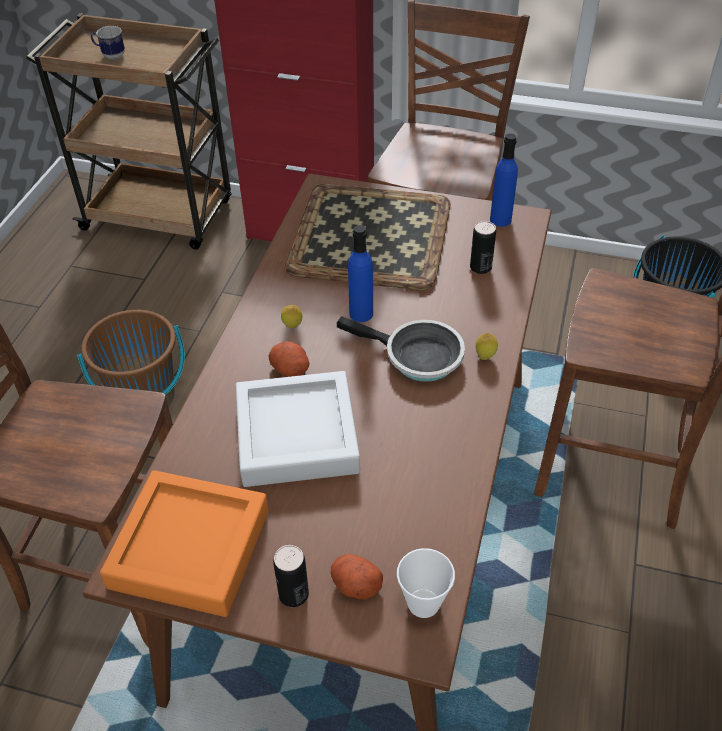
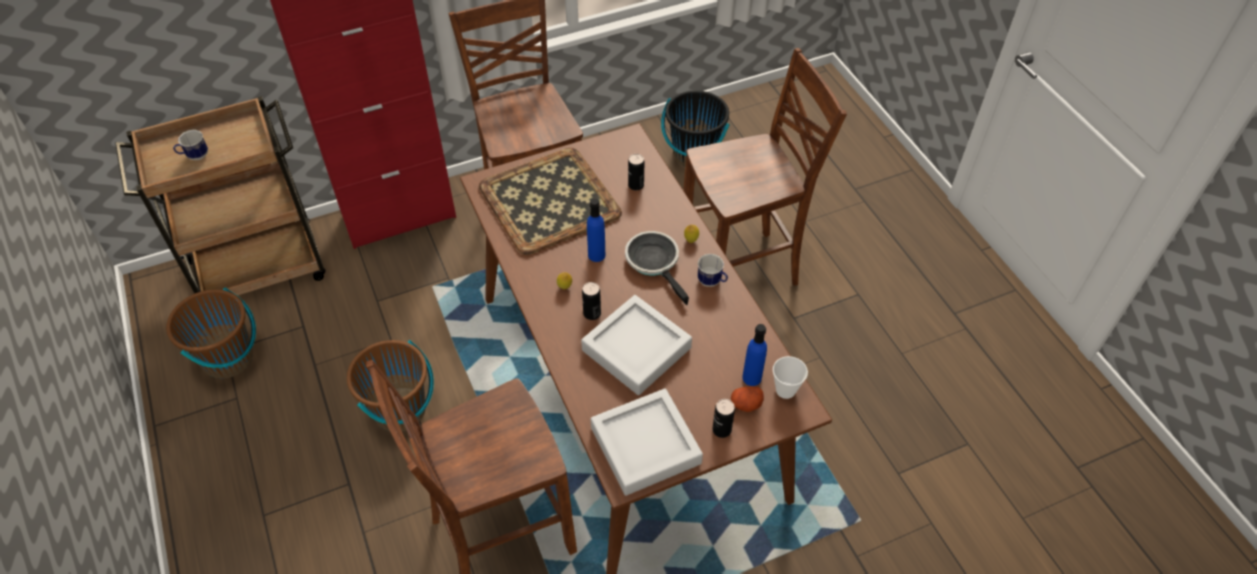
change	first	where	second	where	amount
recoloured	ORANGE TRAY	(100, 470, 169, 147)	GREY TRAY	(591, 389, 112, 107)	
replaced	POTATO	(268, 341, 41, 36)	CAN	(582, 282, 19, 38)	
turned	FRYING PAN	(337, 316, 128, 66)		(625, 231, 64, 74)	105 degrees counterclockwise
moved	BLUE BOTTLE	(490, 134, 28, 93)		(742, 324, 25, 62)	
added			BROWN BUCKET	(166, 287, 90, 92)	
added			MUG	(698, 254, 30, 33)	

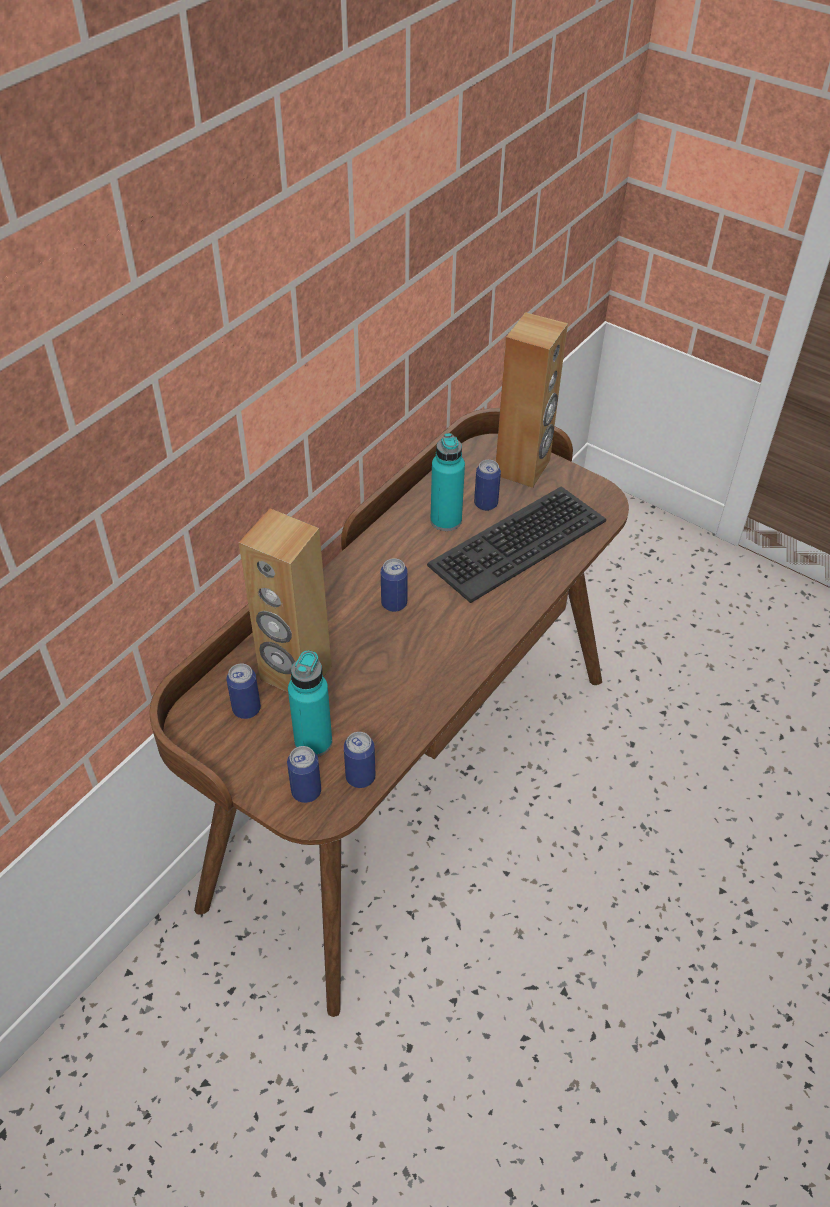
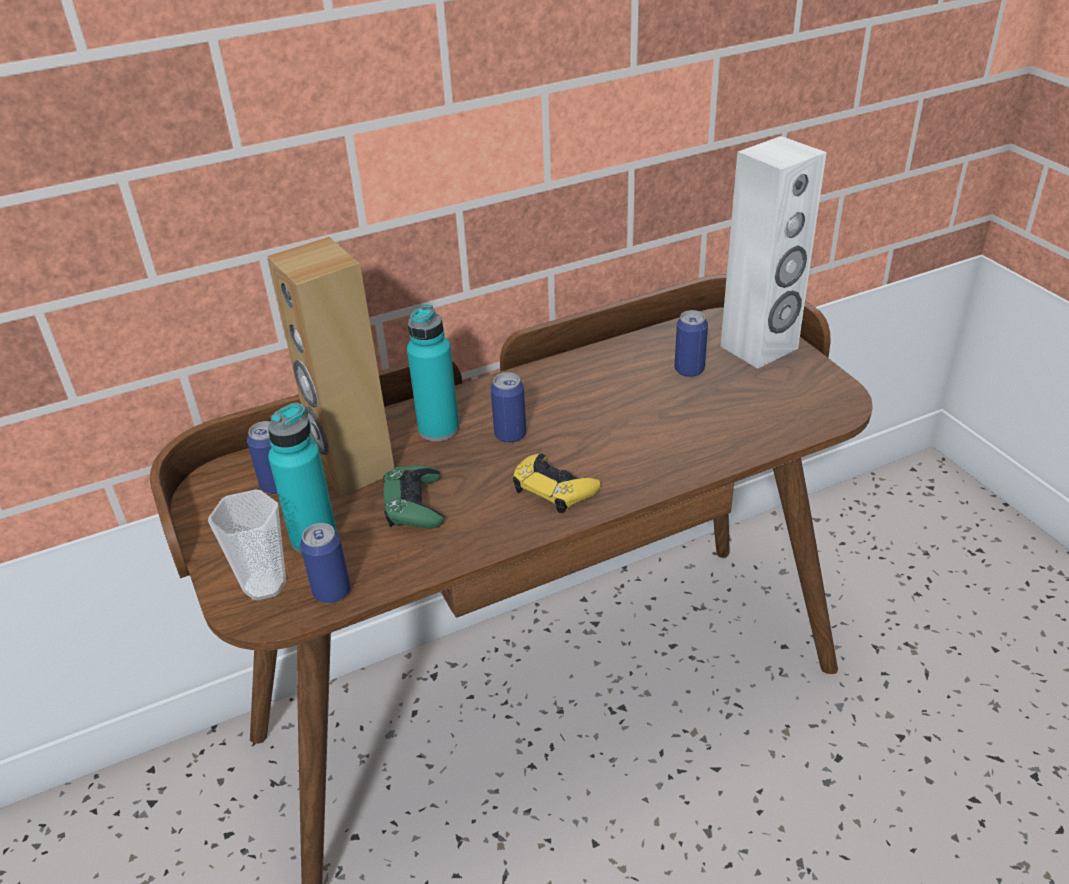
change	first	where	second	where	amount
replaced	CAN	(287, 746, 34, 57)	CUP	(208, 490, 78, 110)	
removed	KEYBOARD	(427, 486, 179, 117)			
moved	TURQUOISE BOTTLE	(430, 433, 35, 98)		(407, 304, 52, 137)	
recoloured	BROWN SPEAKER	(496, 312, 72, 176)	WHITE SPEAKER	(720, 136, 106, 233)	
added			GREEN GAME CONTROLLER	(383, 465, 62, 63)	
added			YELLOW GAME CONTROLLER	(513, 454, 88, 59)	

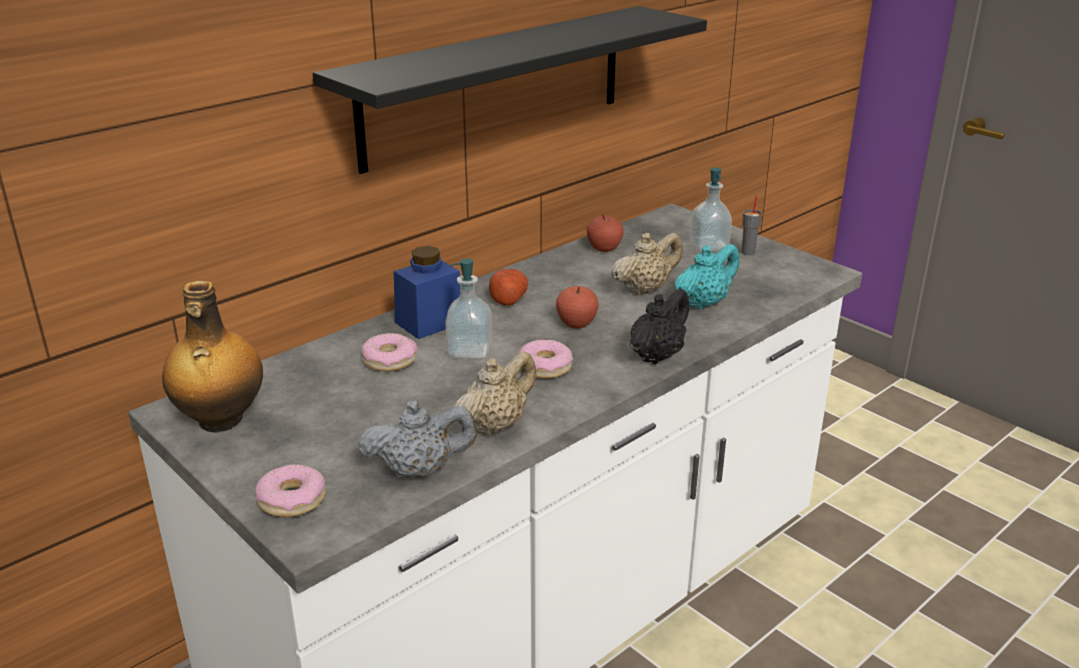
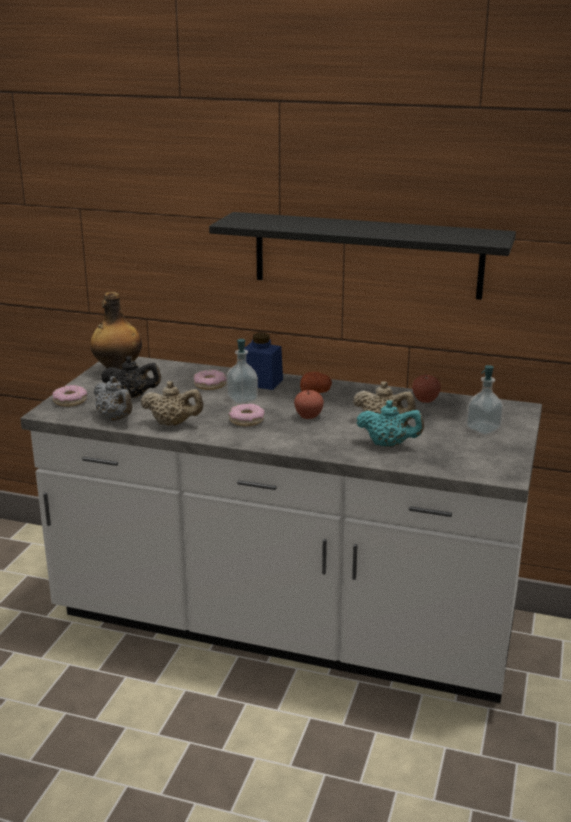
change	first	where	second	where	amount
moved	BLACK TEAPOT	(630, 289, 59, 75)		(101, 356, 60, 42)	
removed	GREY CUP	(741, 196, 21, 59)			

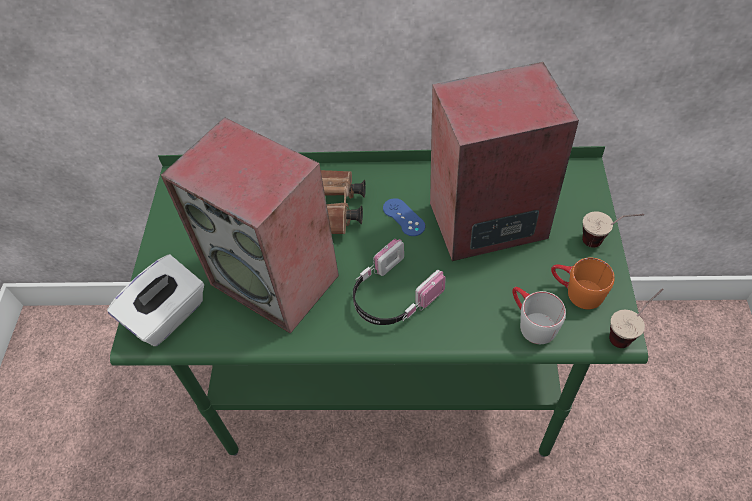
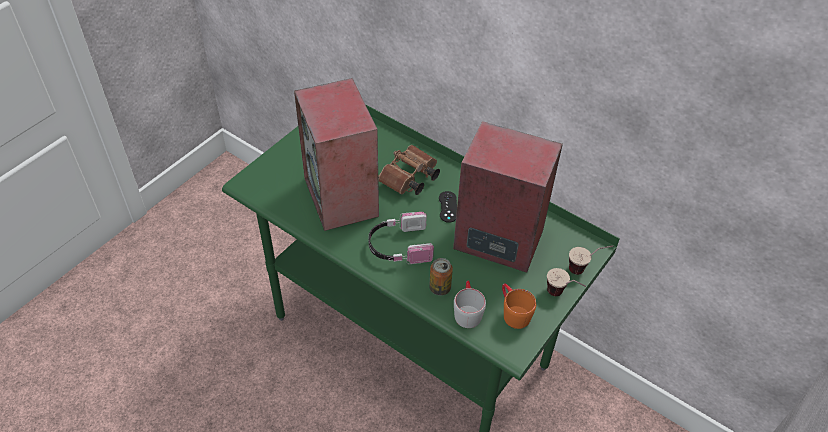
change	first	where	second	where	amount
removed	WHITE TISSUE BOX	(107, 254, 97, 92)			
recoloured	BLUE GAME CONTROLLER	(383, 198, 42, 38)	BLACK GAME CONTROLLER	(439, 191, 18, 32)	
moved	CUP	(609, 288, 55, 60)		(569, 246, 44, 29)	
added			CAN	(429, 258, 24, 37)	

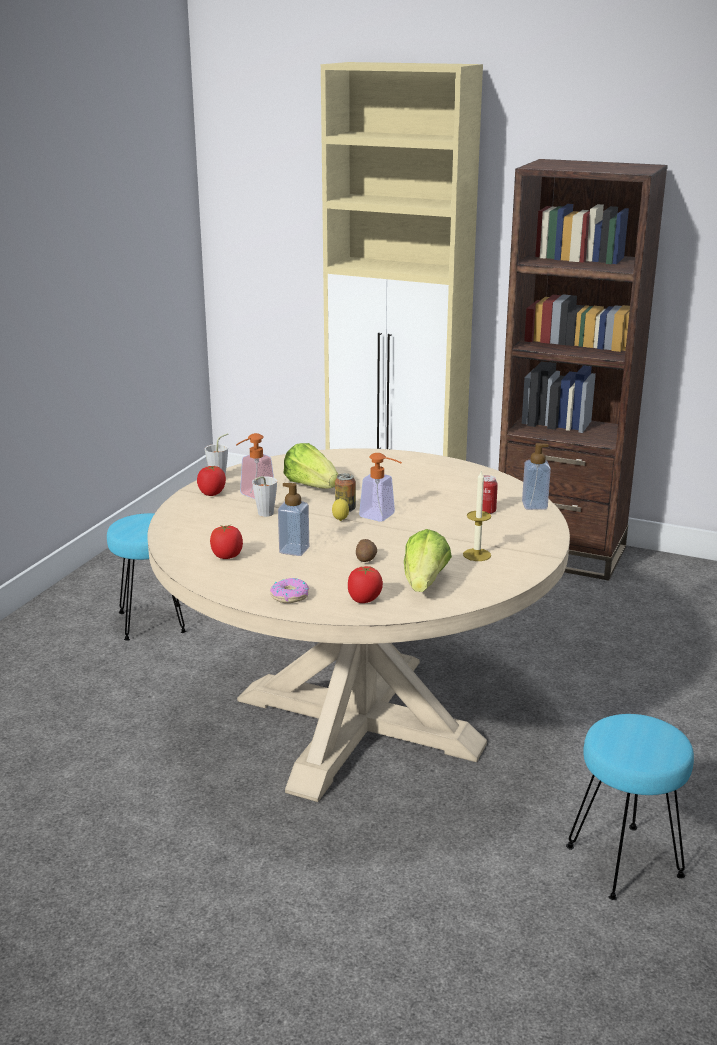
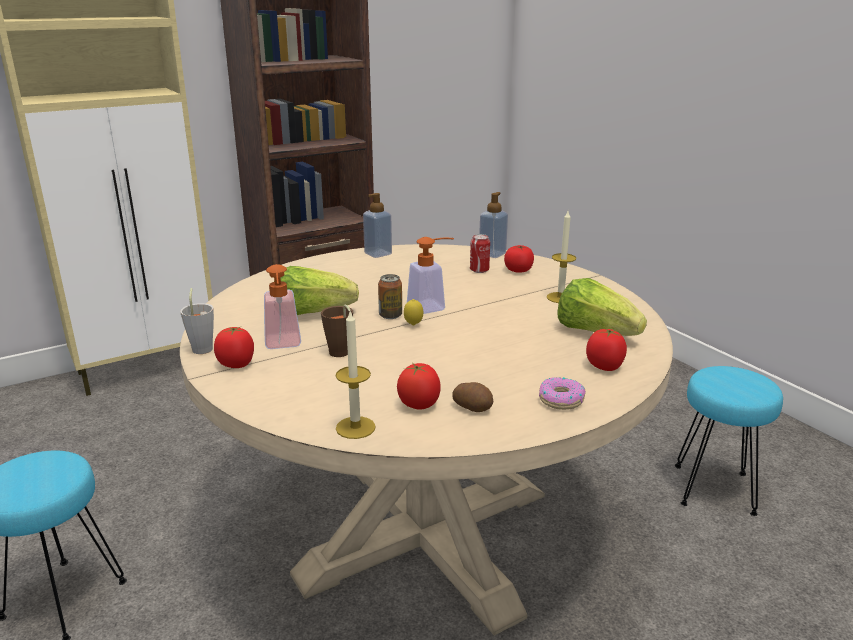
change	first	where	second	where	amount
recoloured	GREY CUP	(252, 476, 25, 41)	BROWN CUP	(321, 305, 32, 52)	
moved	SOAP DISPENSER	(278, 483, 31, 73)		(363, 193, 29, 65)	
moved	POTATO	(356, 539, 21, 23)		(452, 382, 41, 30)	
added			CANDLE	(336, 311, 40, 128)	
added			TOMATO	(504, 245, 30, 28)	

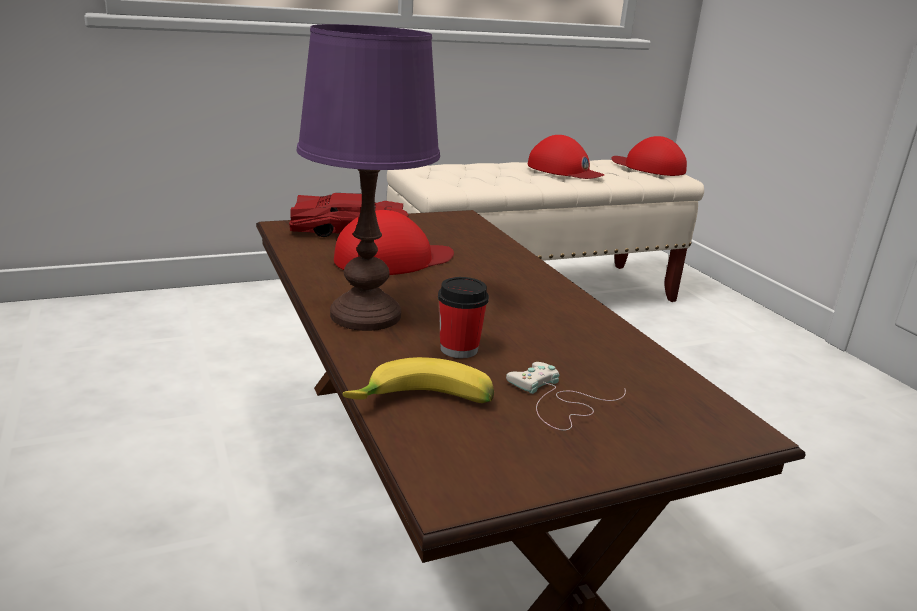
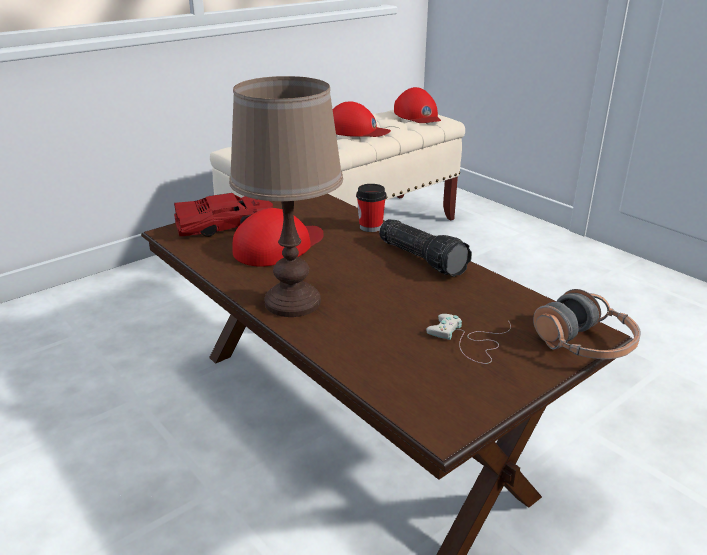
change	first	where	second	where	amount
recoloured	PURPLE TABLE LAMP	(297, 24, 143, 307)	BROWN TABLE LAMP	(229, 76, 114, 241)	
removed	BANANA	(343, 357, 151, 46)			
moved	CUP	(438, 277, 51, 81)		(356, 184, 30, 48)	
turned	RED CAP	(611, 136, 76, 40)		(394, 87, 47, 36)	135 degrees counterclockwise
added			FLASHLIGHT	(379, 219, 93, 57)	
added			HEADPHONES	(533, 289, 108, 70)	

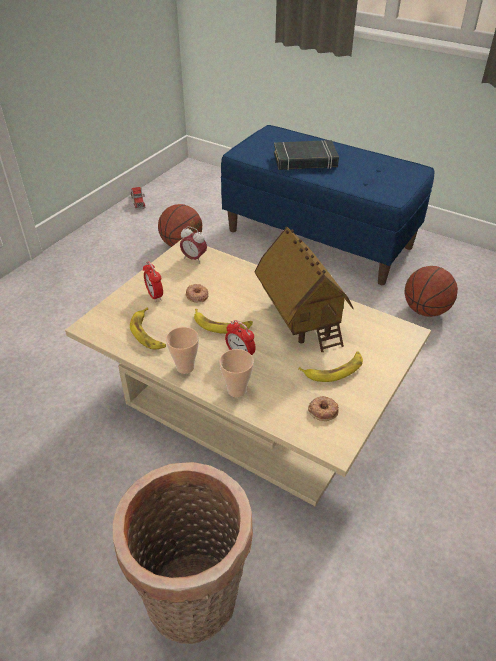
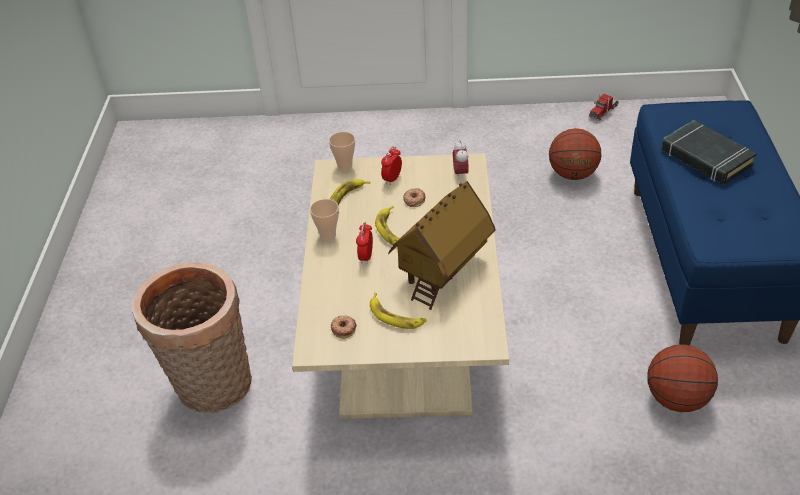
change	first	where	second	where	amount
moved	CUP	(219, 349, 35, 48)		(329, 132, 26, 39)	

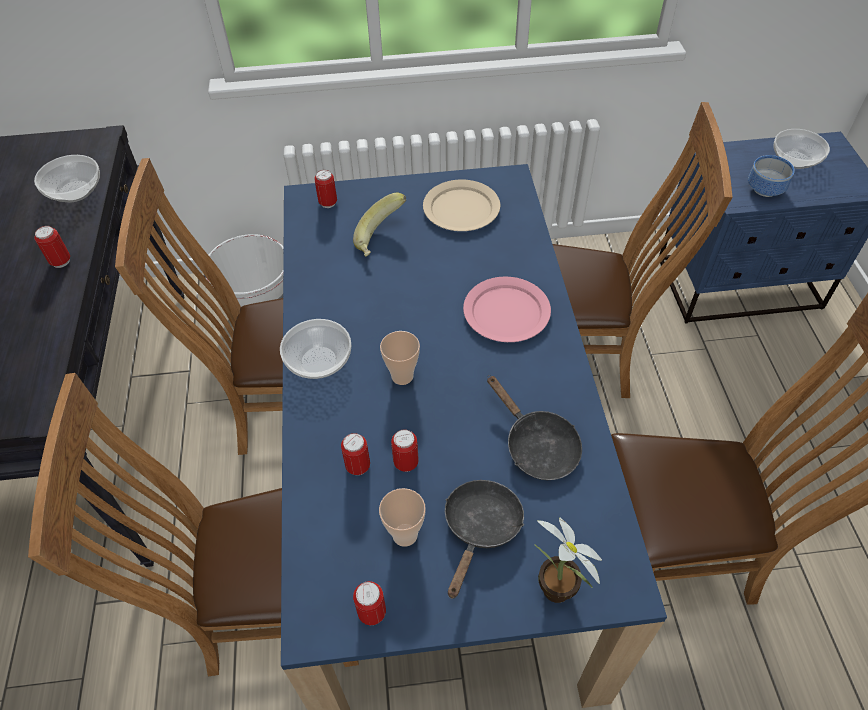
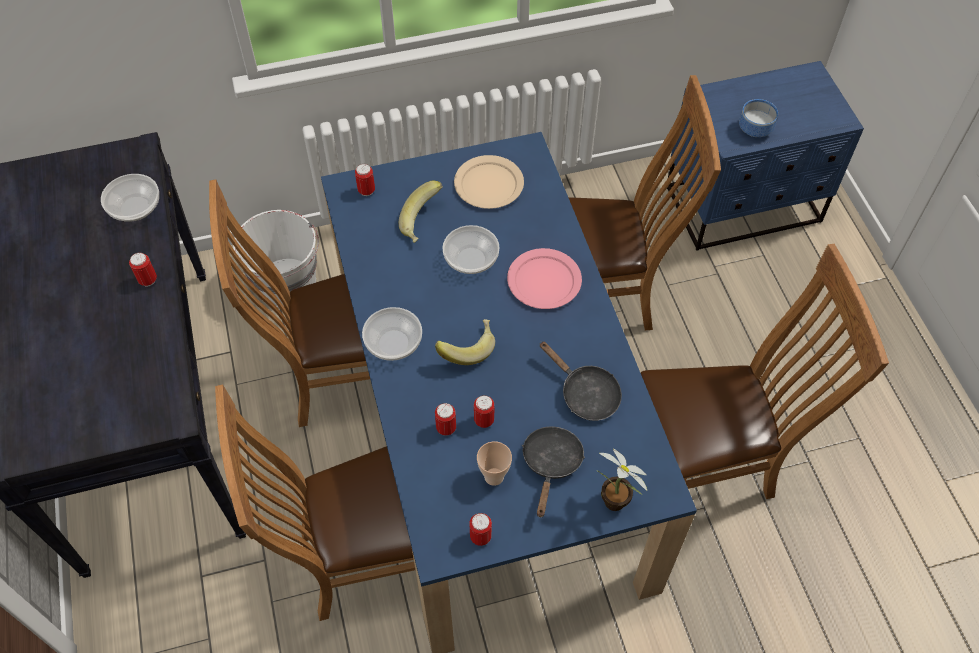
change	first	where	second	where	amount
replaced	CUP	(380, 331, 40, 54)	BANANA	(435, 319, 60, 46)	
moved	BOWL	(774, 129, 56, 40)		(442, 225, 57, 49)	

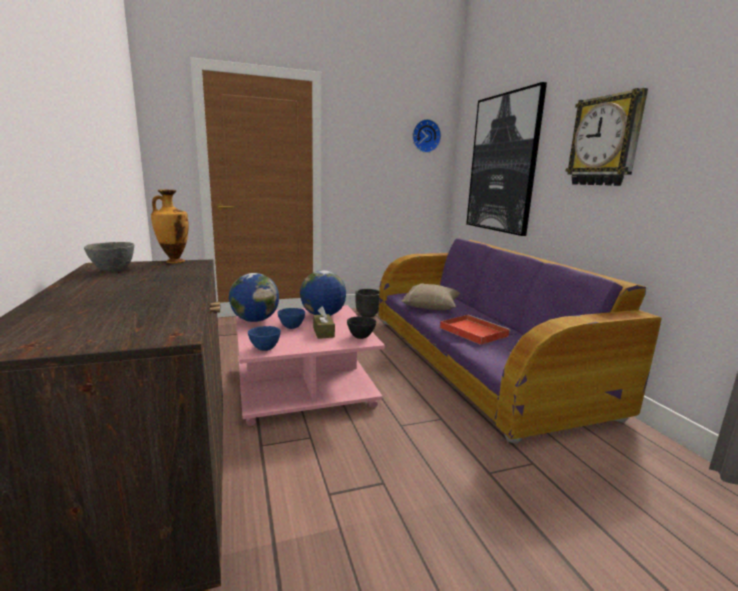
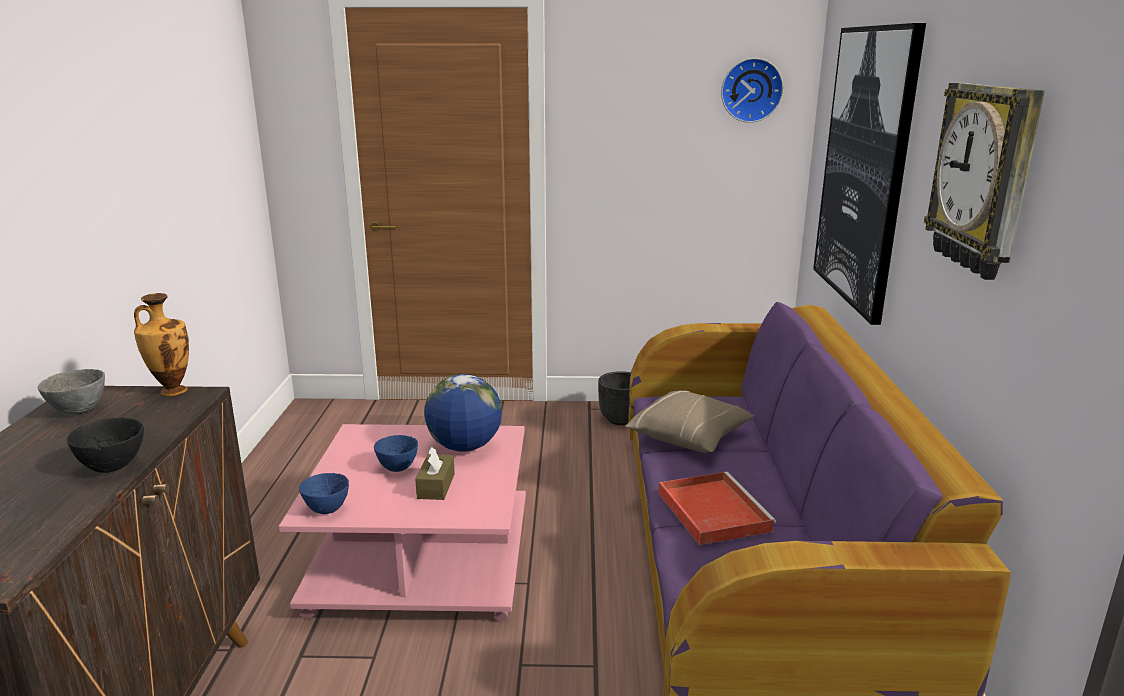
change	first	where	second	where	amount
removed	GLOBE	(229, 273, 50, 49)			
moved	BLACK BOWL	(347, 316, 29, 23)		(67, 418, 77, 55)	

